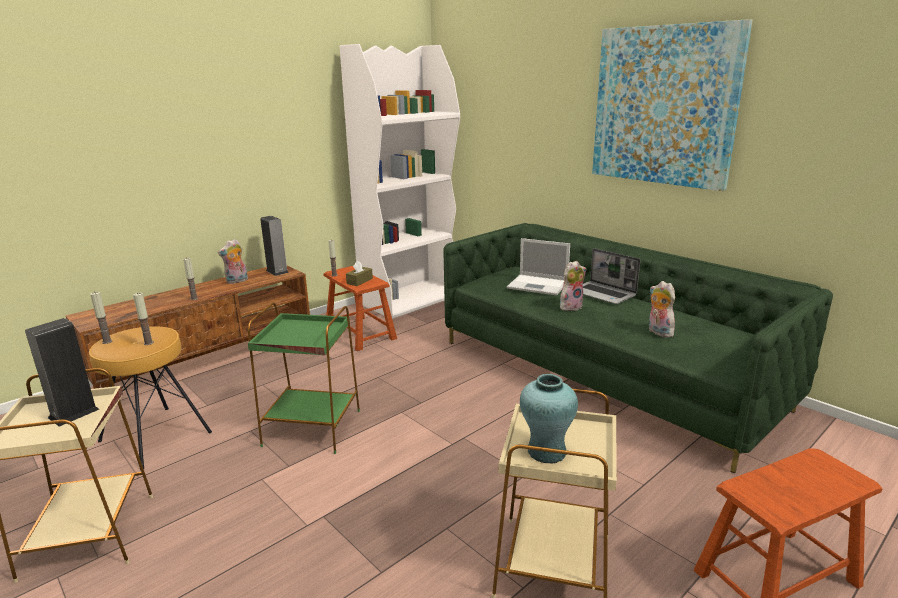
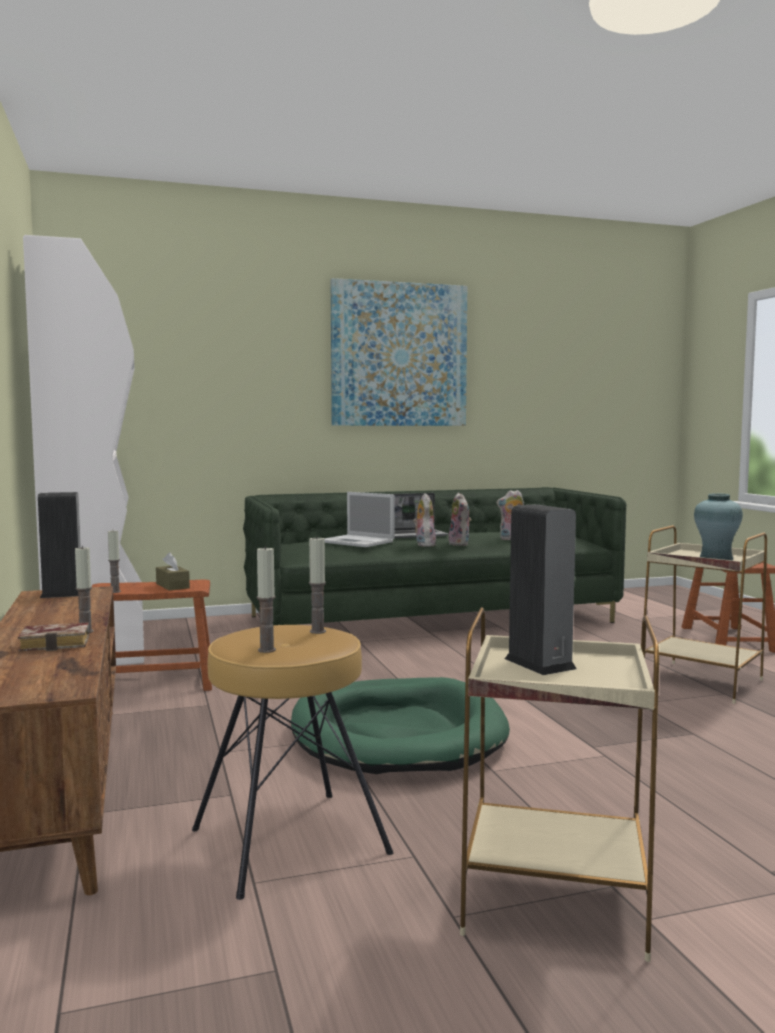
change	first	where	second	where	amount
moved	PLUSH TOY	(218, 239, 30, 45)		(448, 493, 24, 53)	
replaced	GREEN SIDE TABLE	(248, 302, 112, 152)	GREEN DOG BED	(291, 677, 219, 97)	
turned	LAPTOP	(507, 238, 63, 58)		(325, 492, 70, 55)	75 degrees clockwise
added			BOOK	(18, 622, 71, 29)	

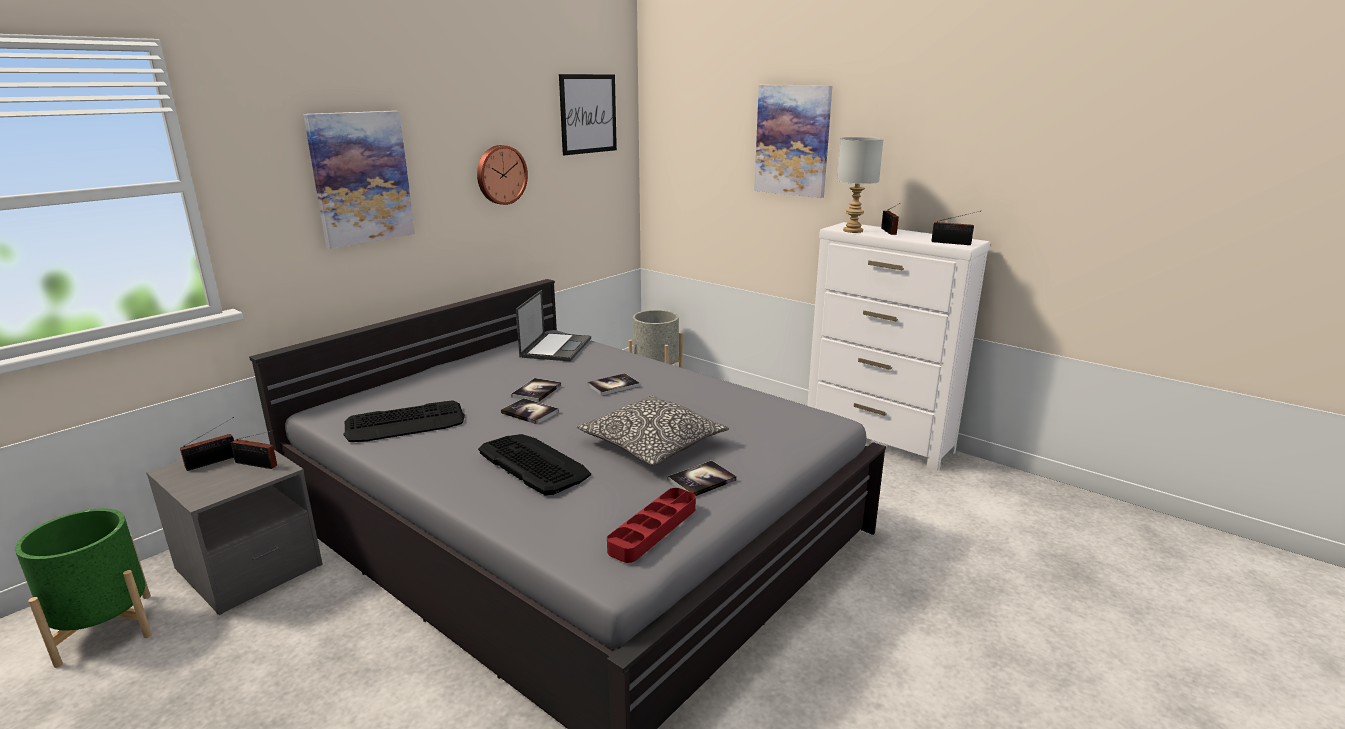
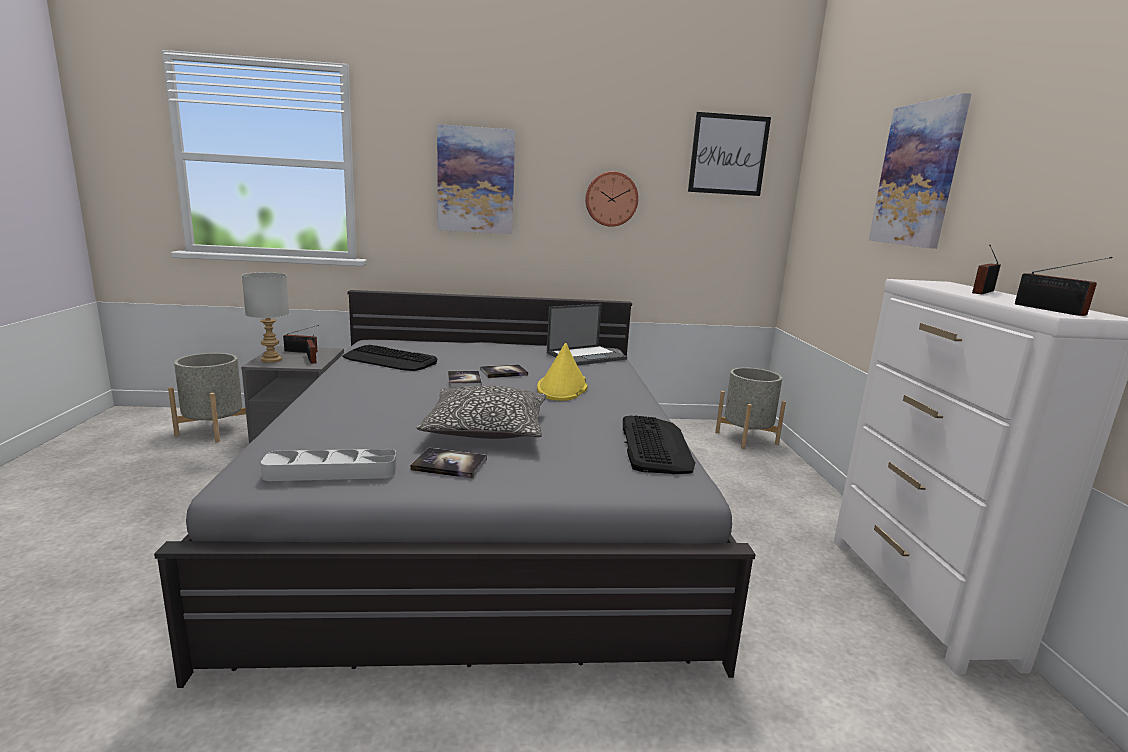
change	first	where	second	where	amount
recoloured	GREEN PLANTER	(15, 508, 137, 160)	GREY PLANTER	(168, 353, 78, 90)	
moved	KEYBOARD	(478, 434, 113, 62)		(623, 415, 72, 59)	
replaced	BOOK	(588, 373, 52, 23)	YELLOW HAT	(537, 343, 51, 58)	
recoloured	RED TRAY	(607, 488, 89, 75)	GREY TRAY	(261, 449, 136, 32)	
moved	GREY TABLE LAMP	(837, 137, 46, 96)		(242, 272, 47, 91)	

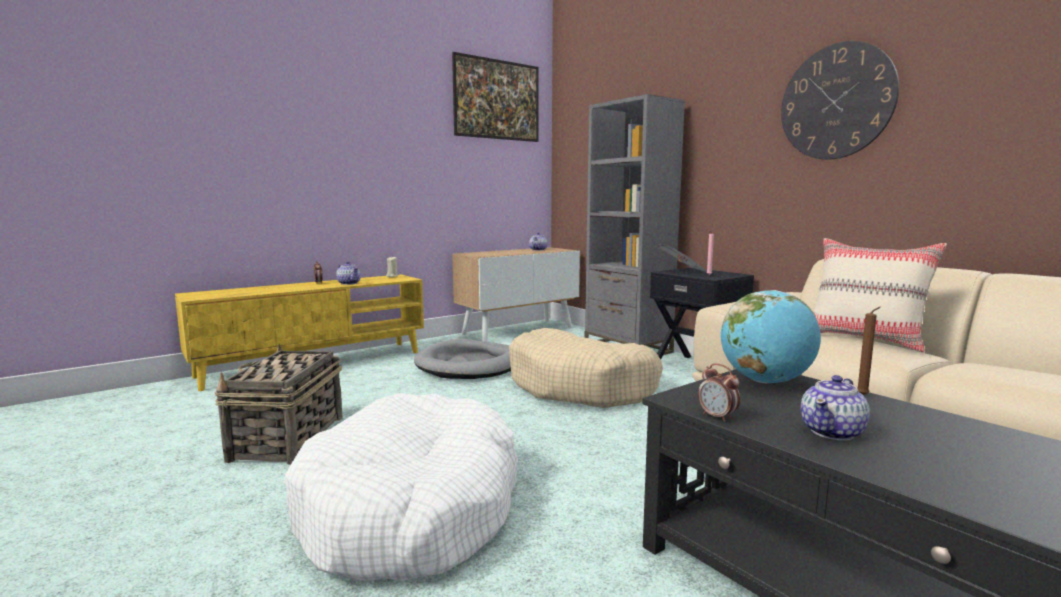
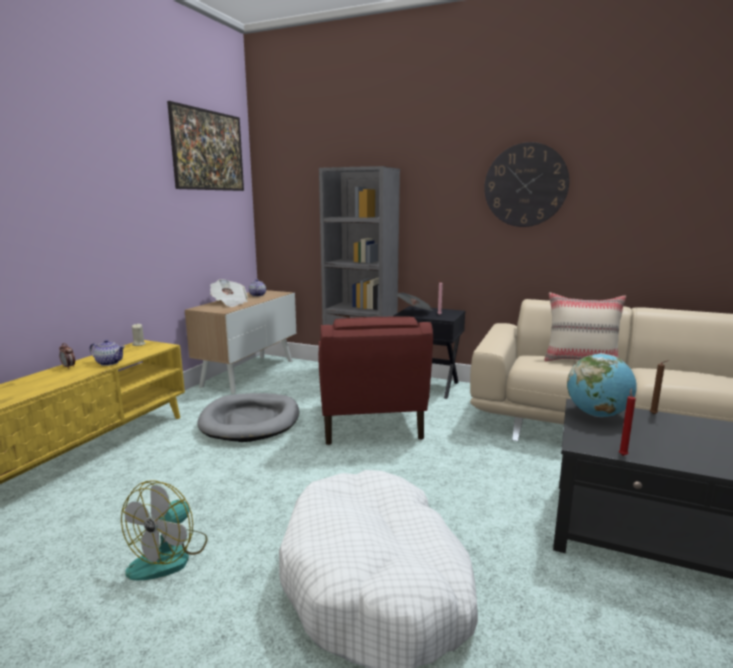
change	first	where	second	where	amount
replaced	BASKET	(215, 344, 128, 120)	FAN	(121, 481, 86, 99)	
replaced	BEIGE DOG BED	(509, 328, 154, 80)	RED ARMCHAIR	(318, 317, 115, 128)	
replaced	ALARM CLOCK	(698, 364, 42, 58)	RED CANDLE	(619, 388, 17, 68)	
removed	TEAPOT	(800, 375, 70, 66)			
added			NEWSPAPER	(210, 279, 38, 28)	

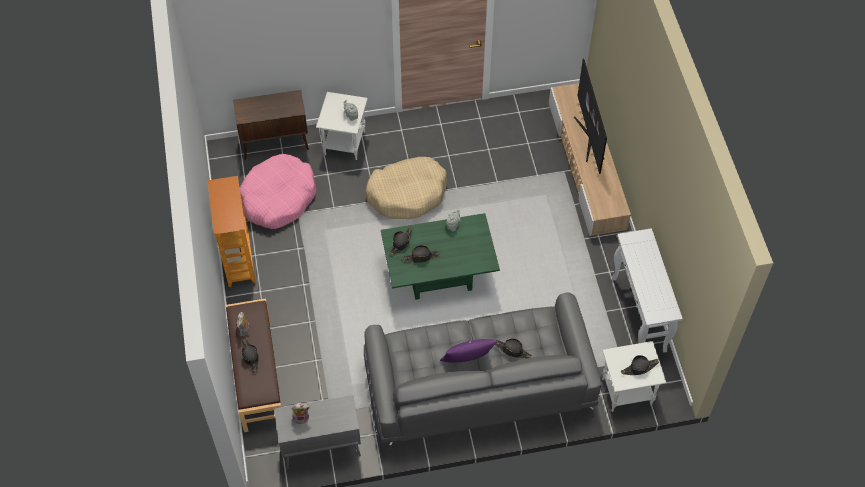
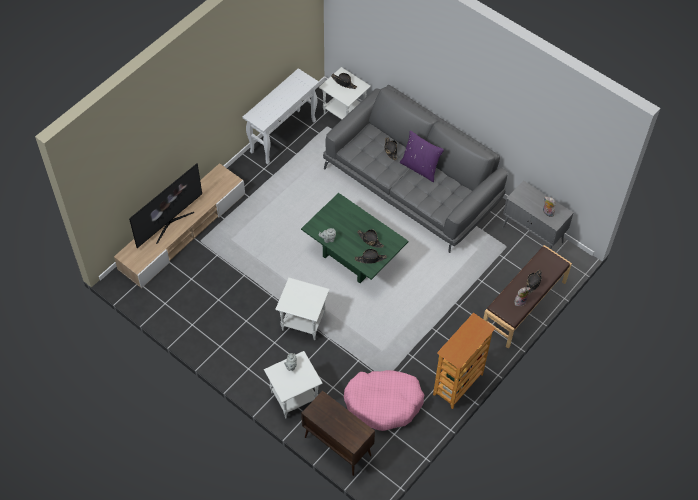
change	first	where	second	where	amount
replaced	BEIGE DOG BED	(365, 157, 82, 62)	WHITE SIDE TABLE	(275, 278, 55, 62)	

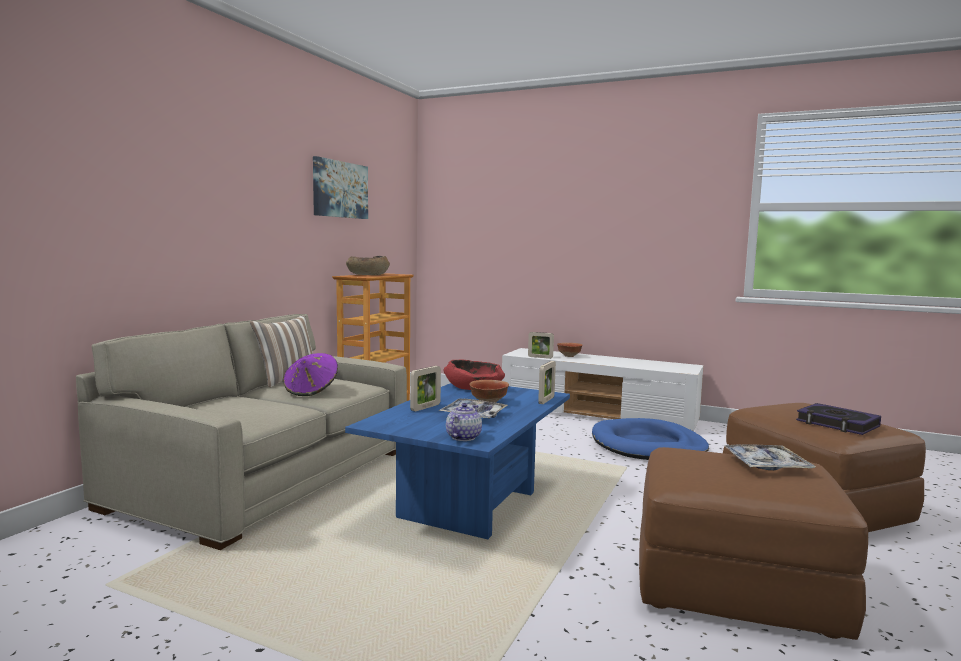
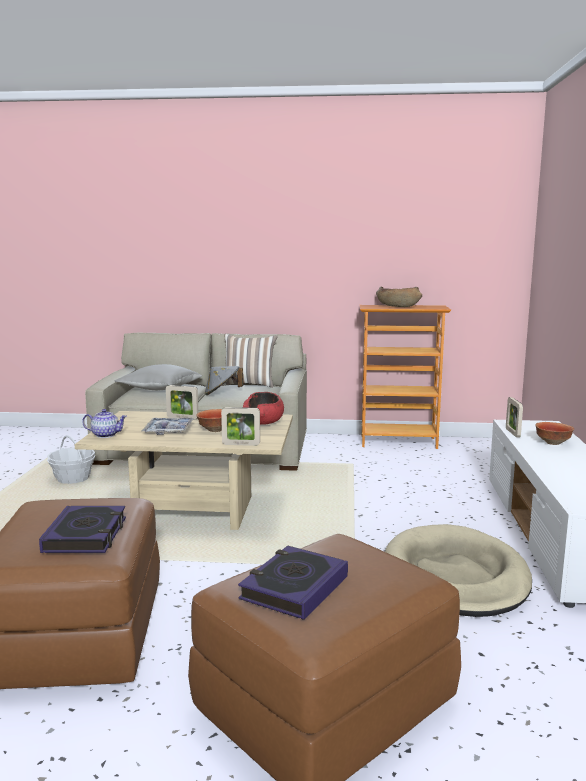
change	first	where	second	where	amount
recoloured	PURPLE HAT	(283, 353, 55, 43)	GREY HAT	(205, 366, 39, 29)	
removed	PICTURE	(313, 156, 55, 63)			
recoloured	BLUE COFFEE TABLE	(345, 383, 225, 156)	BEIGE COFFEE TABLE	(75, 411, 218, 119)	
recoloured	BLUE DOG BED	(592, 418, 117, 42)	BEIGE DOG BED	(385, 524, 147, 93)	
replaced	TRAY	(724, 444, 92, 26)	BOOK	(39, 506, 87, 47)	
added			BASKET	(47, 435, 48, 49)	
added			GREY PILLOW	(115, 364, 87, 26)	

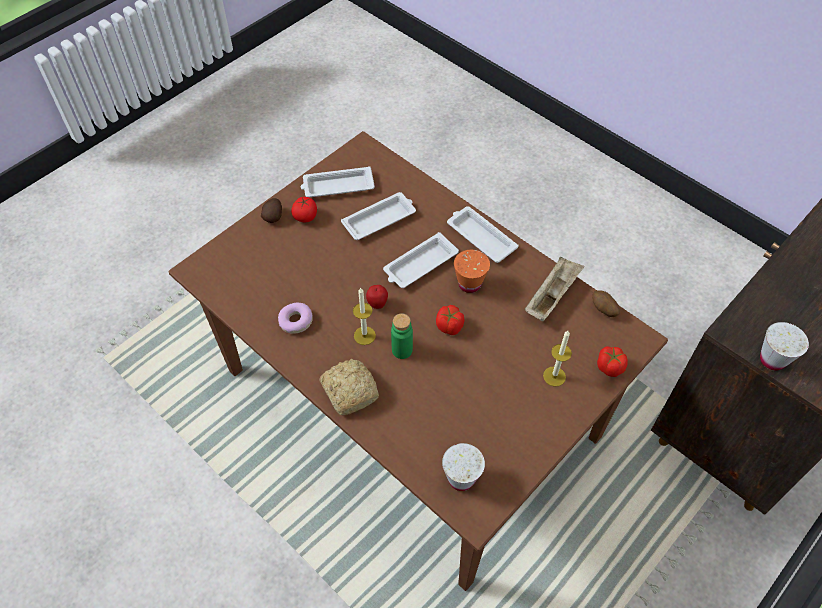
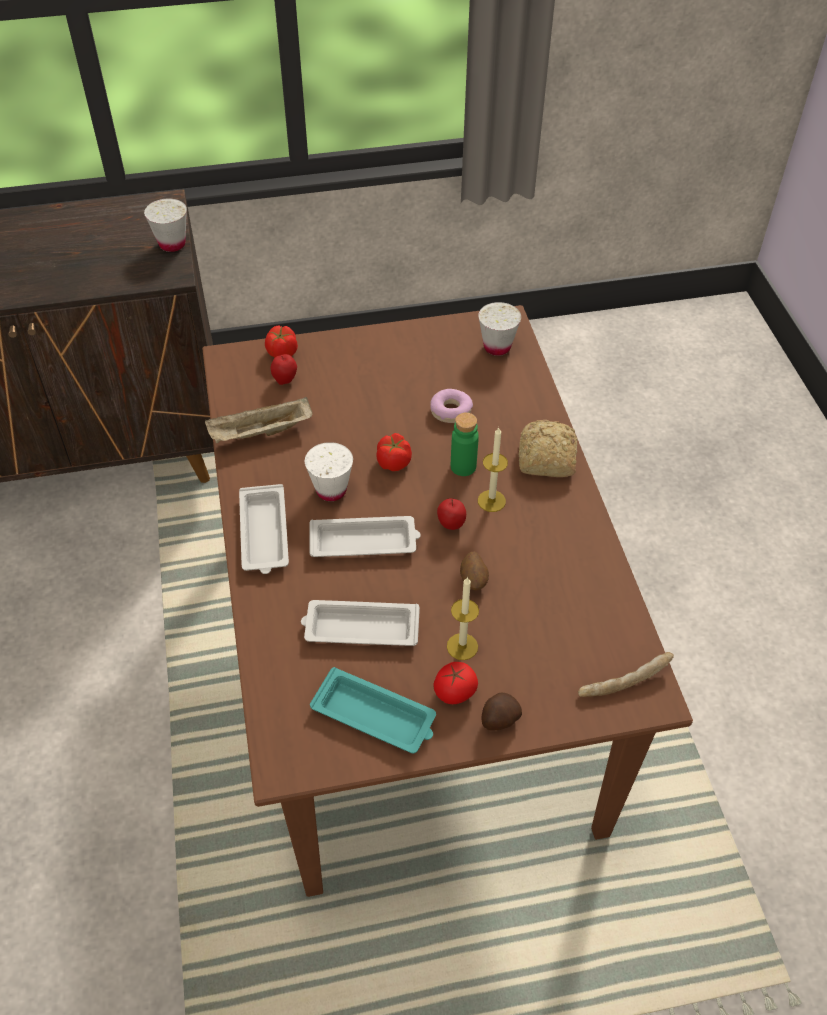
change	first	where	second	where	amount
moved	DONUT	(278, 303, 35, 31)		(430, 389, 43, 34)	
recoloured	WHITE TRAY	(301, 166, 74, 31)	TURQUOISE TRAY	(310, 667, 126, 86)	
recoloured	ORANGE CUP	(454, 250, 36, 43)	WHITE CUP	(305, 442, 48, 59)	
moved	CANDLE	(543, 331, 29, 56)		(447, 577, 32, 83)	
moved	POTATO	(592, 290, 28, 27)		(460, 552, 29, 39)	
added			APPLE	(271, 354, 26, 31)	
added			BREAD	(578, 652, 96, 45)	

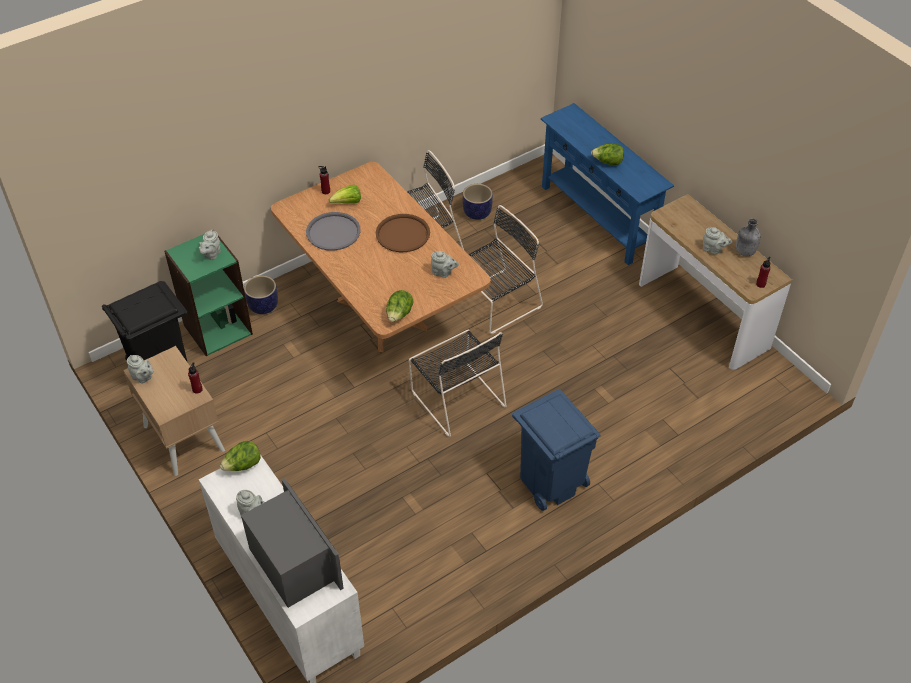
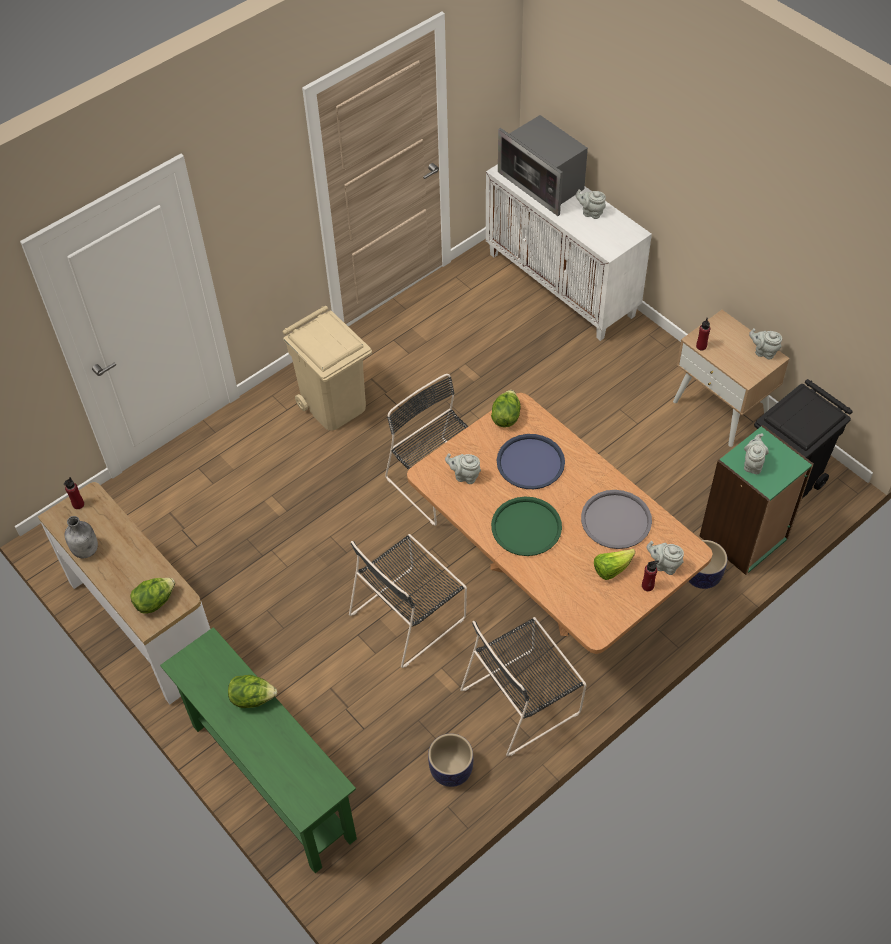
change	first	where	second	where	amount
moved	LETTUCE	(220, 441, 41, 30)		(130, 578, 45, 36)	
recoloured	BROWN TRAY	(376, 214, 54, 38)	GREEN TRAY	(491, 496, 71, 60)	
recoloured	BLUE TRASH CAN	(512, 390, 89, 121)	BEIGE TRASH CAN	(282, 306, 90, 125)	
recoloured	BLUE CONSOLE TABLE	(541, 103, 133, 162)	GREEN CONSOLE TABLE	(160, 627, 197, 246)	
moved	GREY TEAPOT	(703, 227, 29, 27)		(647, 541, 37, 34)	
added			BLUE TRAY	(497, 434, 68, 55)	

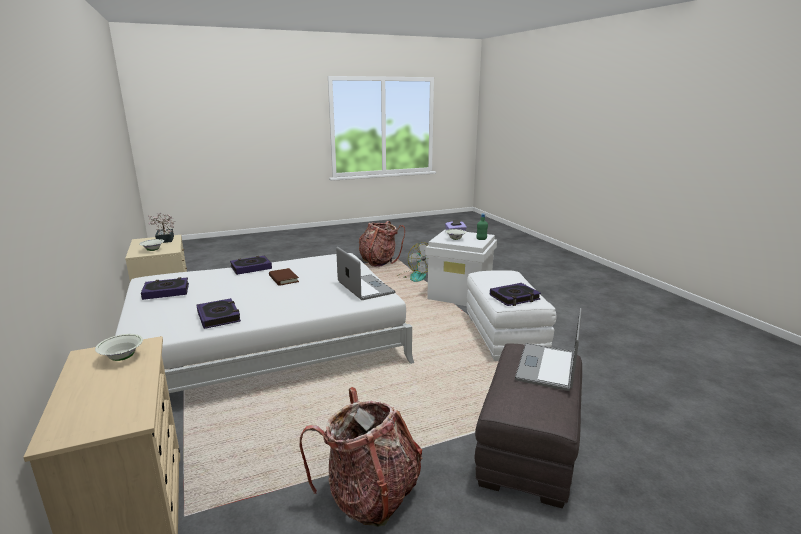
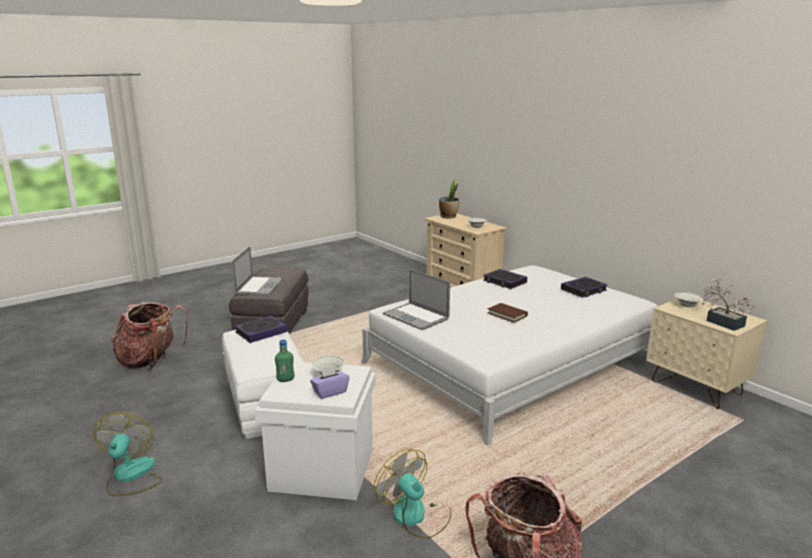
change	first	where	second	where	amount
removed	BOOK	(230, 256, 42, 19)			
moved	BACKPACK	(300, 387, 122, 140)		(111, 302, 77, 69)	
added			FAN	(93, 412, 69, 84)	
added			POTTED PLANT	(439, 178, 21, 40)	

